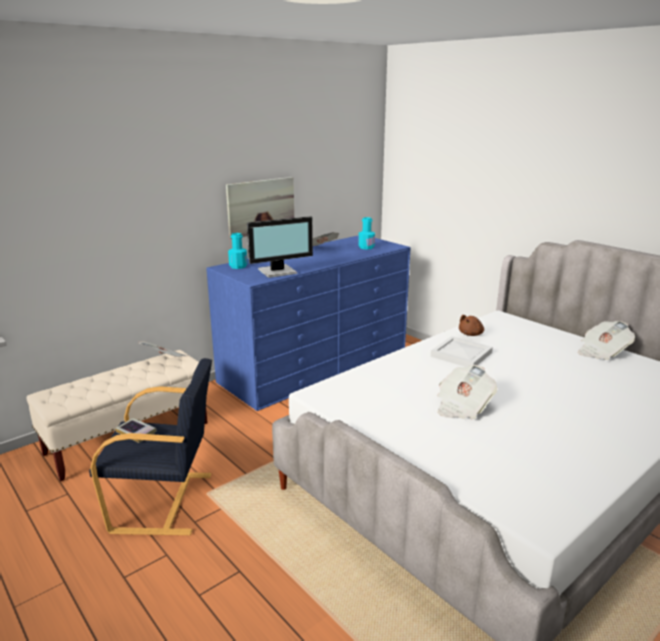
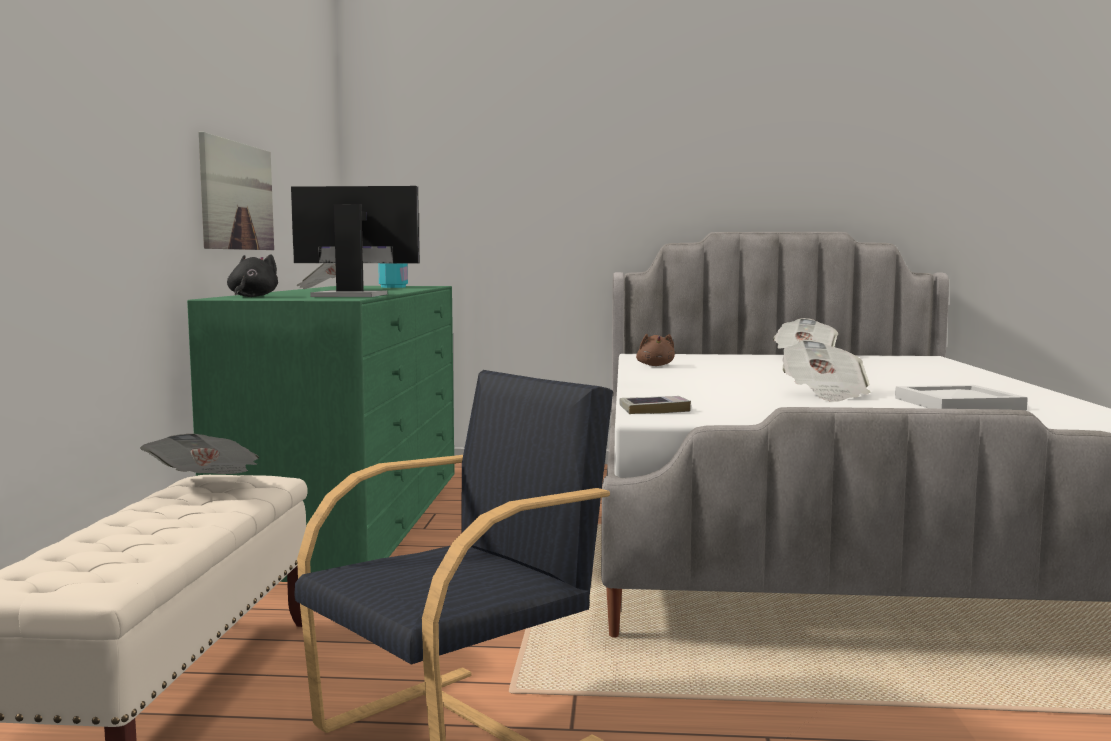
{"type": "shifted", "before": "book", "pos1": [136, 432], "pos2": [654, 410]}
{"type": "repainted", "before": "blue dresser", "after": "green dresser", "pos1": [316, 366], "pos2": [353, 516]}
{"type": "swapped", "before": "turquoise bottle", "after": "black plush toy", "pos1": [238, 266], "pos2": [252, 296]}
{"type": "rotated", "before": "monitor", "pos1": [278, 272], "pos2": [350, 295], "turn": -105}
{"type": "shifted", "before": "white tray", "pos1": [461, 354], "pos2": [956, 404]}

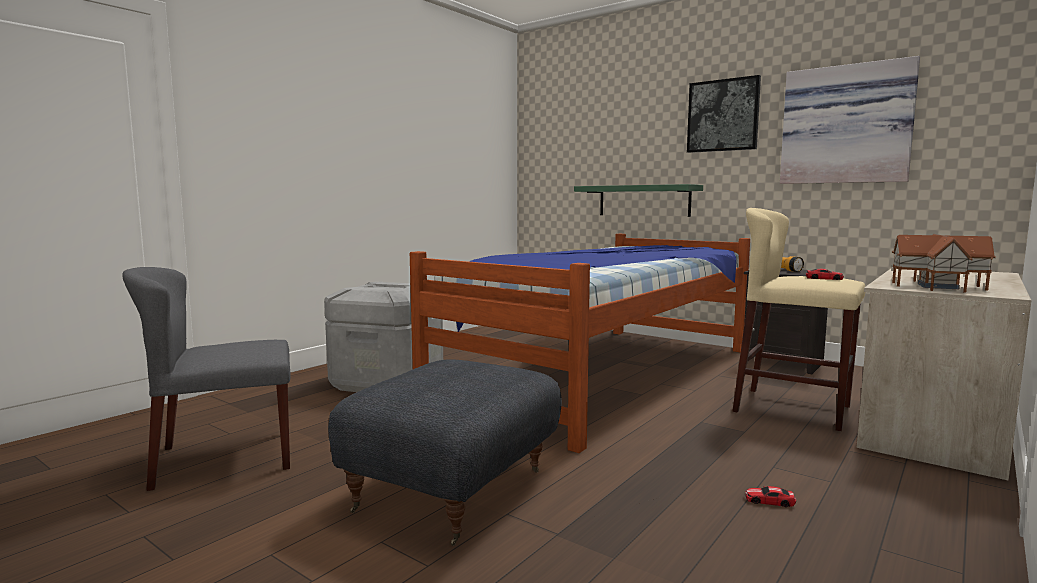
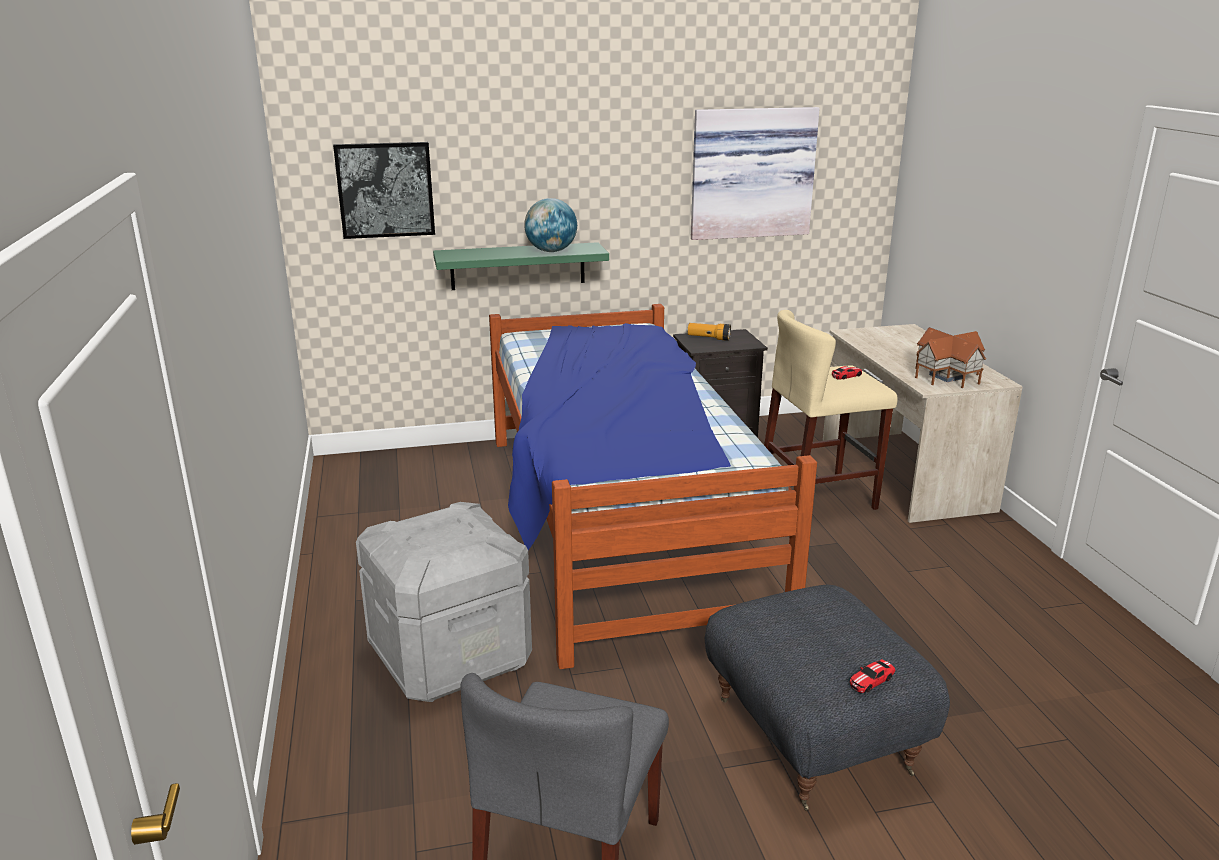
{"type": "shifted", "before": "picture", "pos1": [723, 115], "pos2": [385, 190]}
{"type": "shifted", "before": "toy car", "pos1": [770, 501], "pos2": [871, 680]}
{"type": "new", "after": "globe", "pos2": [551, 251]}

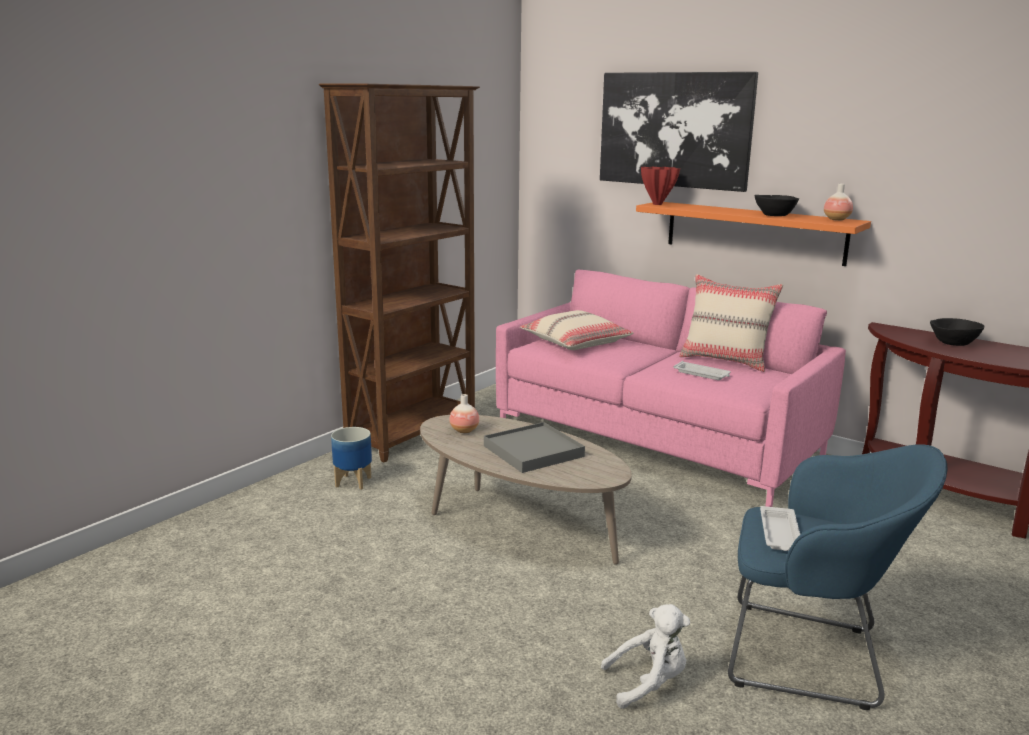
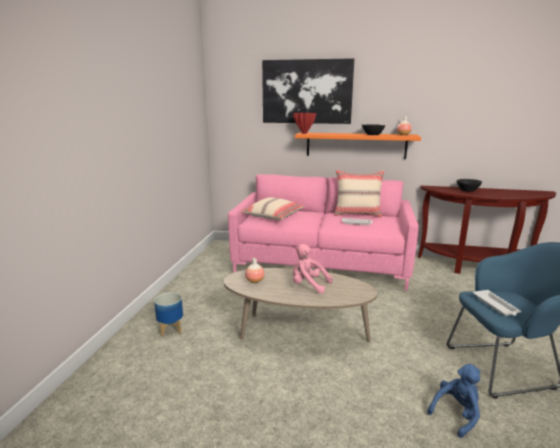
{"type": "gone", "before": "brown bookcase", "pos1": [414, 434]}
{"type": "swapped", "before": "grey tray", "after": "pink plush toy", "pos1": [533, 451], "pos2": [308, 285]}
{"type": "repainted", "before": "white plush toy", "after": "blue plush toy", "pos1": [648, 683], "pos2": [456, 414]}

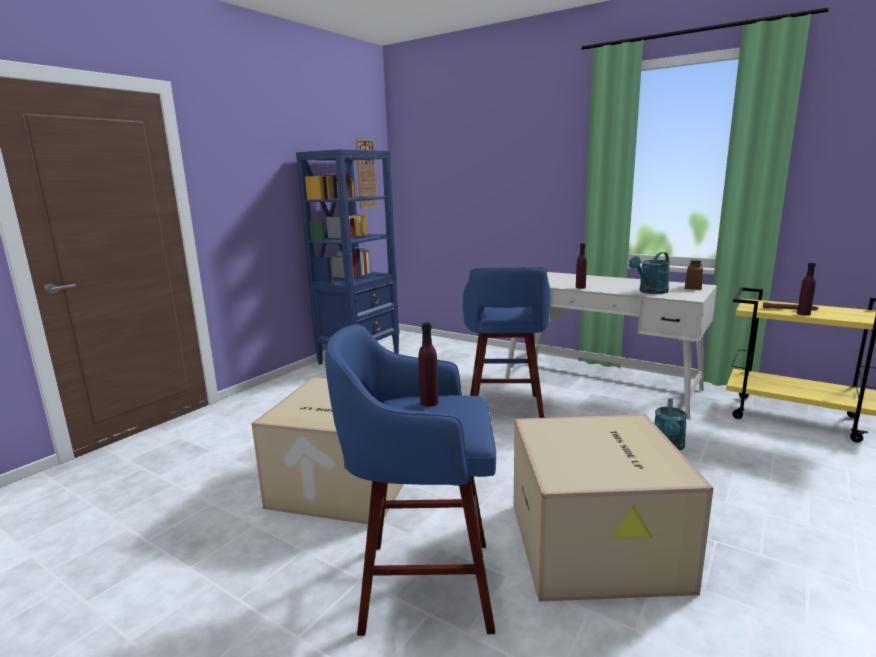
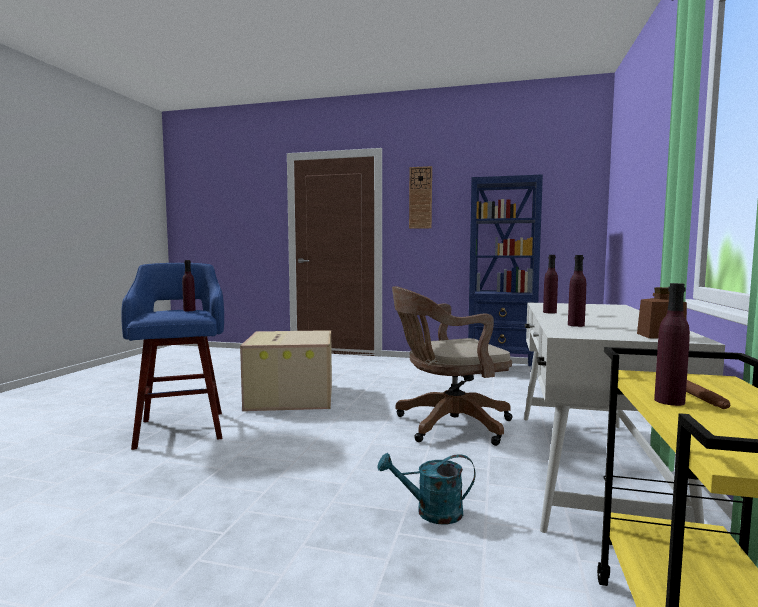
{"type": "shifted", "before": "wall clock", "pos1": [366, 174], "pos2": [420, 197]}
{"type": "swapped", "before": "blue stool", "after": "brown office chair", "pos1": [505, 411], "pos2": [448, 425]}
{"type": "gone", "before": "cardboard box", "pos1": [598, 546]}
{"type": "swapped", "before": "turquoise watering can", "after": "purple bottle", "pos1": [650, 292], "pos2": [576, 325]}

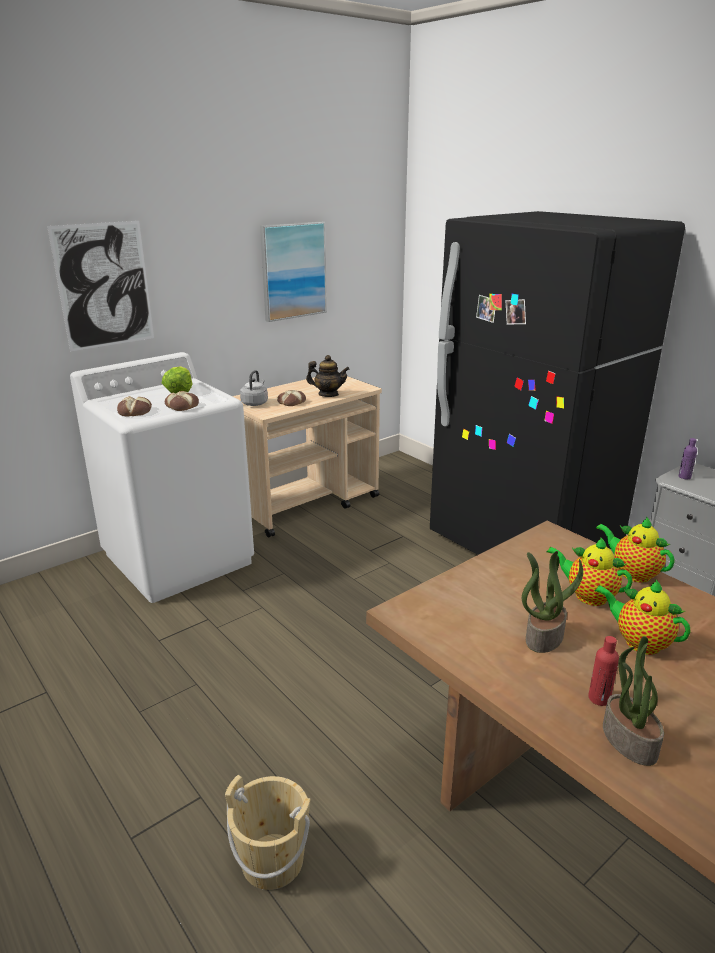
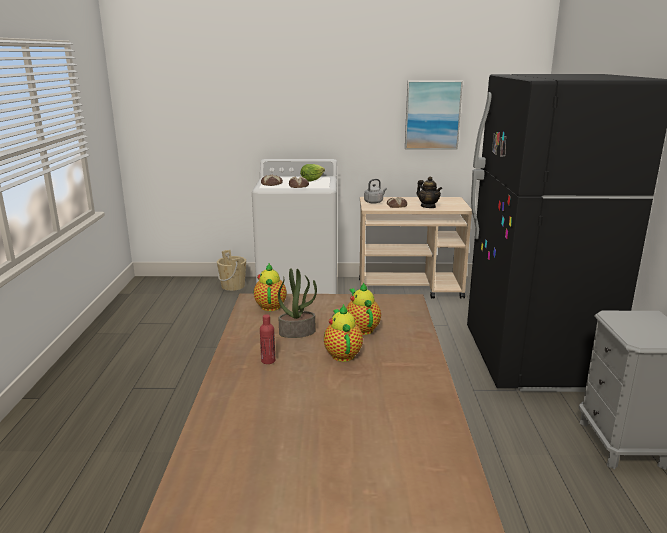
{"type": "gone", "before": "picture", "pos1": [104, 286]}
{"type": "shifted", "before": "beige bucket", "pos1": [272, 860], "pos2": [233, 286]}
{"type": "shifted", "before": "teapot", "pos1": [632, 573], "pos2": [270, 306]}
{"type": "gone", "before": "potted plant", "pos1": [627, 740]}
{"type": "gone", "before": "purple bottle", "pos1": [684, 477]}

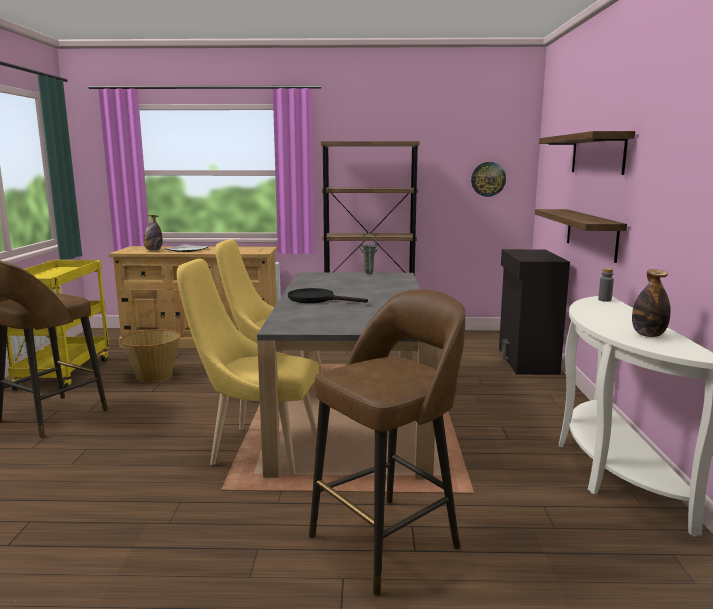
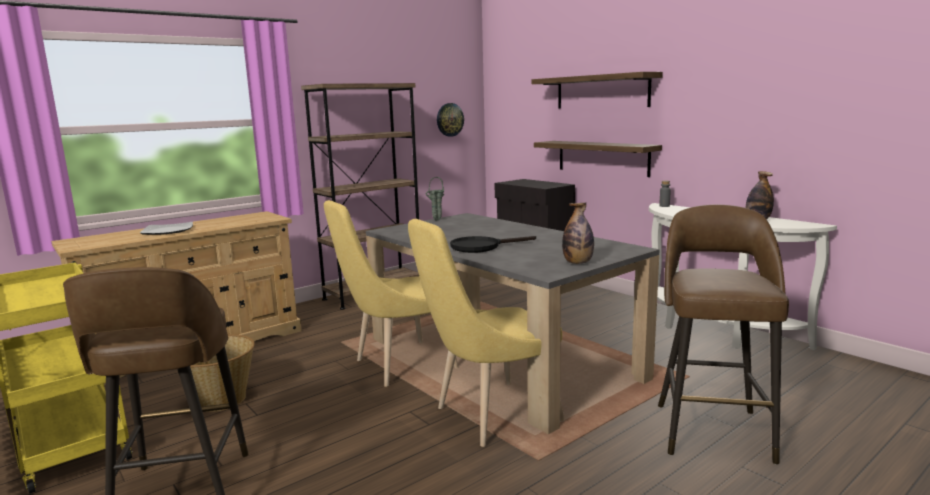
{"type": "shifted", "before": "bottle", "pos1": [153, 250], "pos2": [578, 263]}

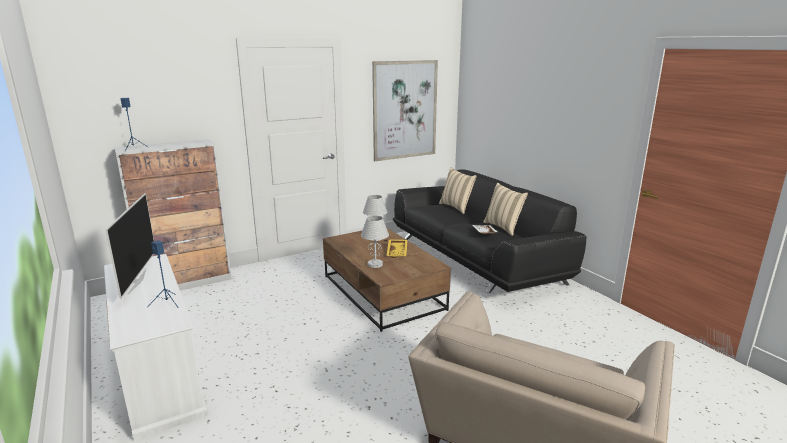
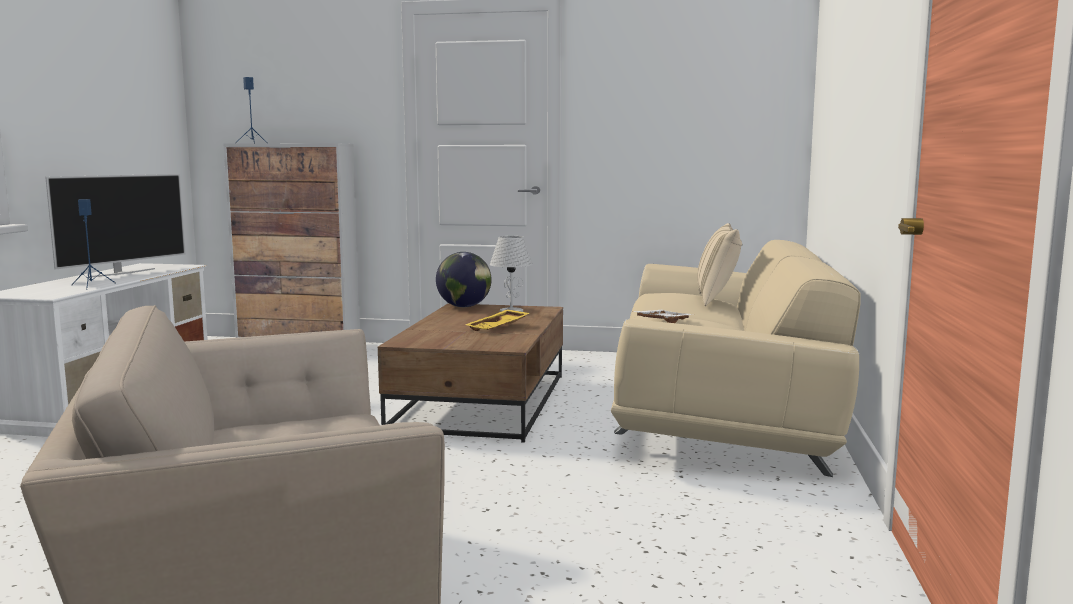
{"type": "gone", "before": "white table lamp", "pos1": [375, 264]}
{"type": "gone", "before": "picture", "pos1": [404, 110]}
{"type": "repainted", "before": "black sofa", "after": "beige sofa", "pos1": [477, 260], "pos2": [720, 407]}
{"type": "gone", "before": "beige pillow", "pos1": [503, 227]}
{"type": "new", "after": "globe", "pos2": [464, 306]}

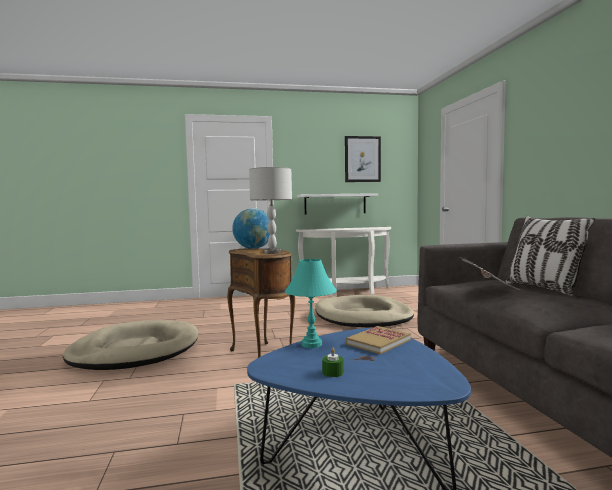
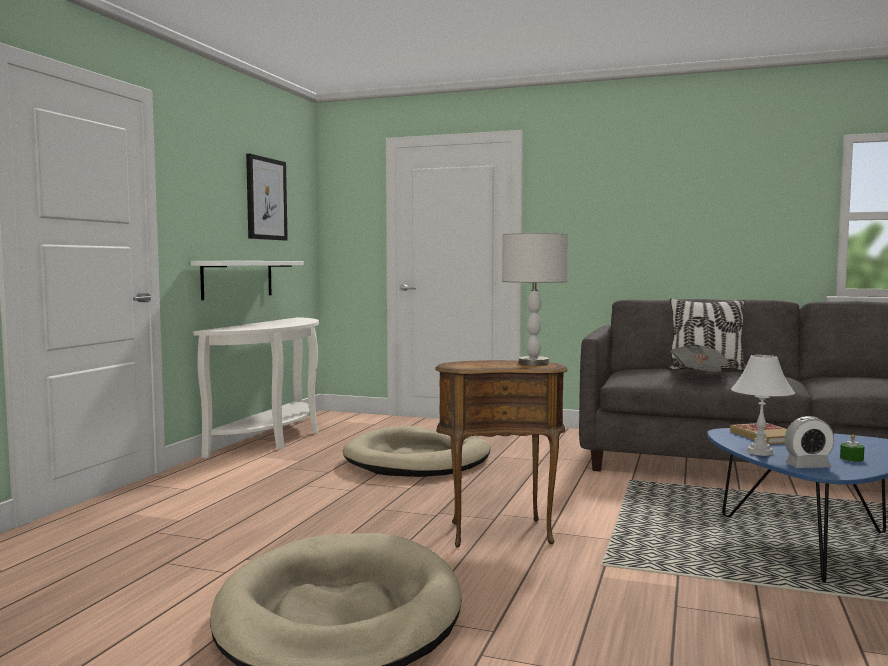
{"type": "gone", "before": "globe", "pos1": [253, 248]}
{"type": "repainted", "before": "turquoise table lamp", "after": "white table lamp", "pos1": [311, 344], "pos2": [760, 452]}
{"type": "new", "after": "alarm clock", "pos2": [807, 466]}

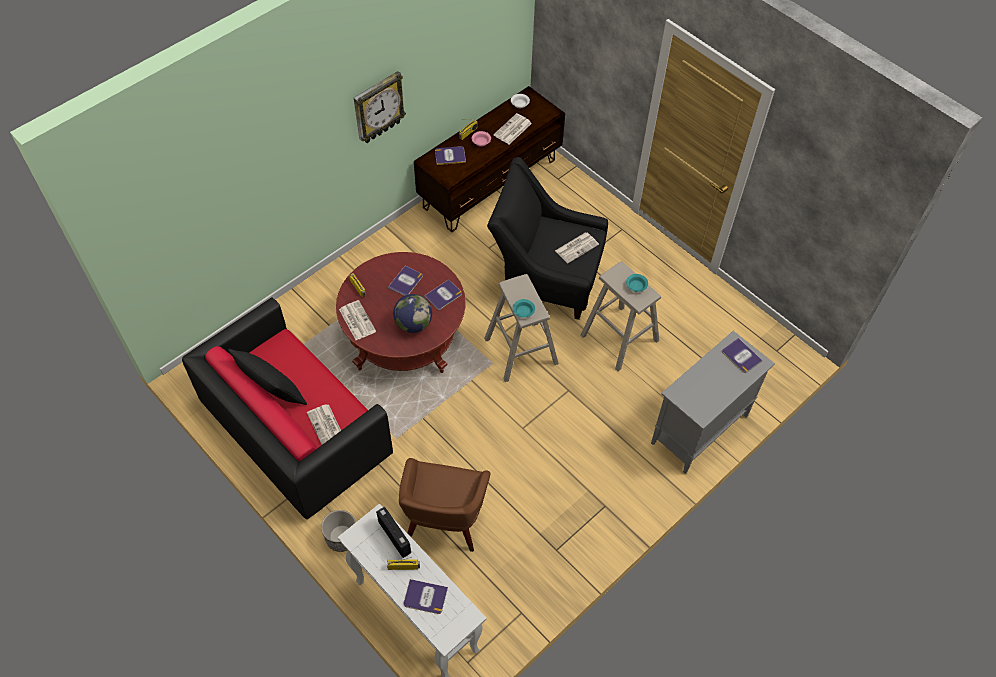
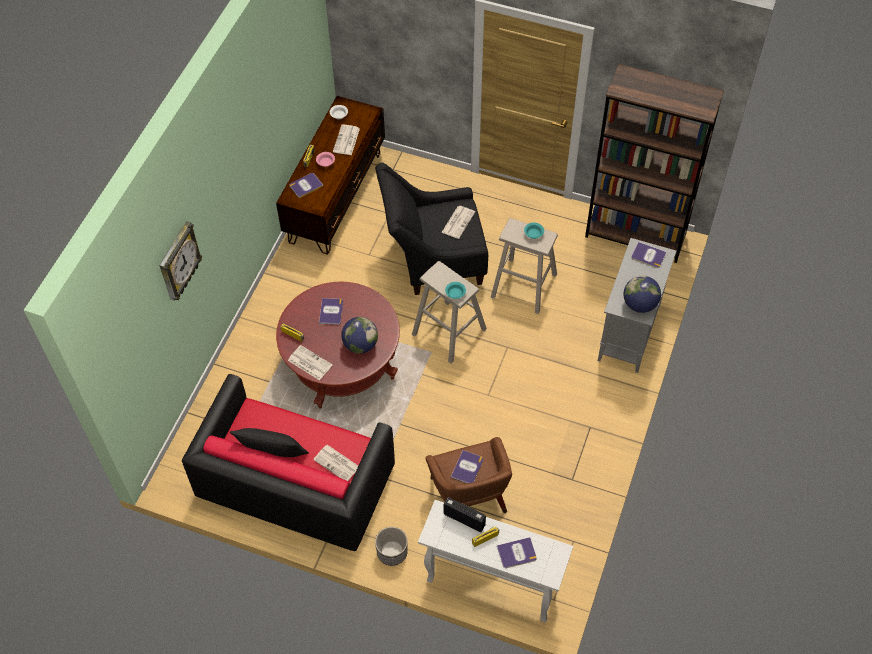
{"type": "shifted", "before": "wall clock", "pos1": [378, 107], "pos2": [178, 262]}
{"type": "shifted", "before": "book", "pos1": [443, 295], "pos2": [467, 468]}
{"type": "new", "after": "brown bookcase", "pos2": [636, 235]}
{"type": "new", "after": "globe", "pos2": [639, 304]}

